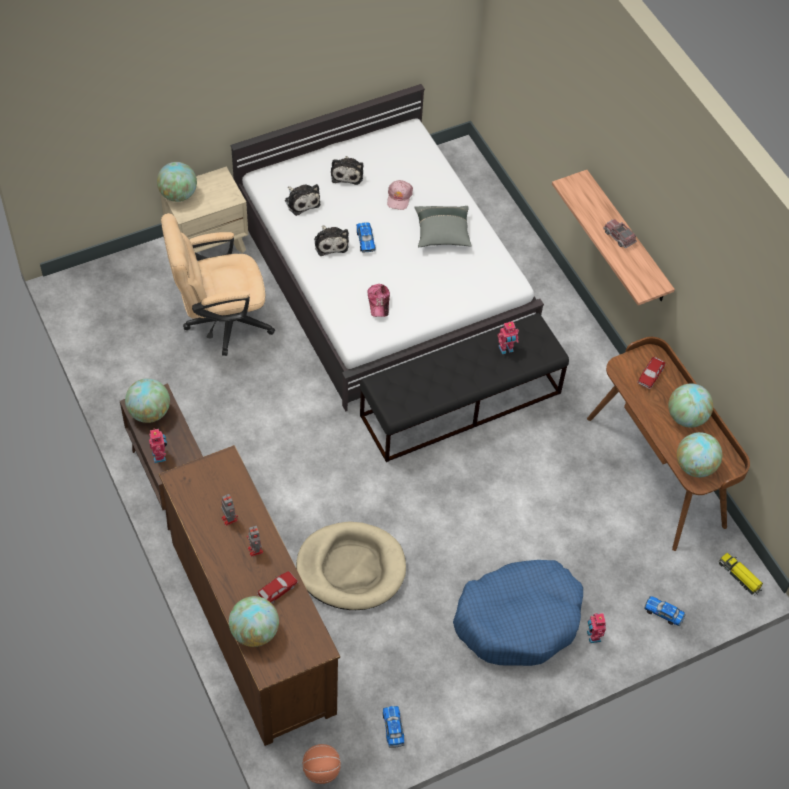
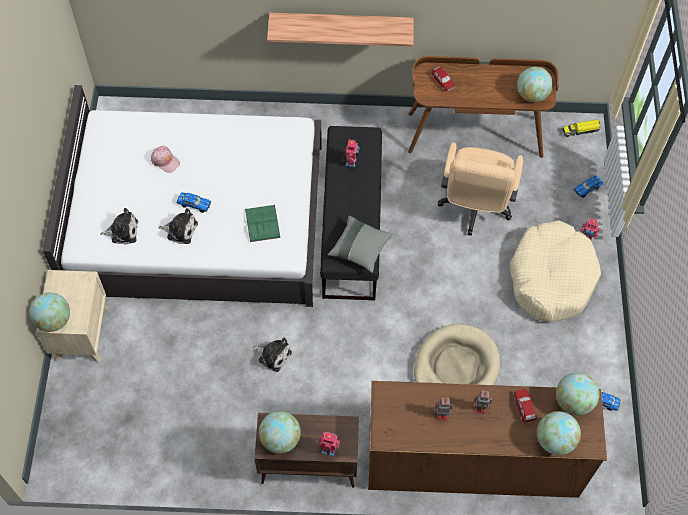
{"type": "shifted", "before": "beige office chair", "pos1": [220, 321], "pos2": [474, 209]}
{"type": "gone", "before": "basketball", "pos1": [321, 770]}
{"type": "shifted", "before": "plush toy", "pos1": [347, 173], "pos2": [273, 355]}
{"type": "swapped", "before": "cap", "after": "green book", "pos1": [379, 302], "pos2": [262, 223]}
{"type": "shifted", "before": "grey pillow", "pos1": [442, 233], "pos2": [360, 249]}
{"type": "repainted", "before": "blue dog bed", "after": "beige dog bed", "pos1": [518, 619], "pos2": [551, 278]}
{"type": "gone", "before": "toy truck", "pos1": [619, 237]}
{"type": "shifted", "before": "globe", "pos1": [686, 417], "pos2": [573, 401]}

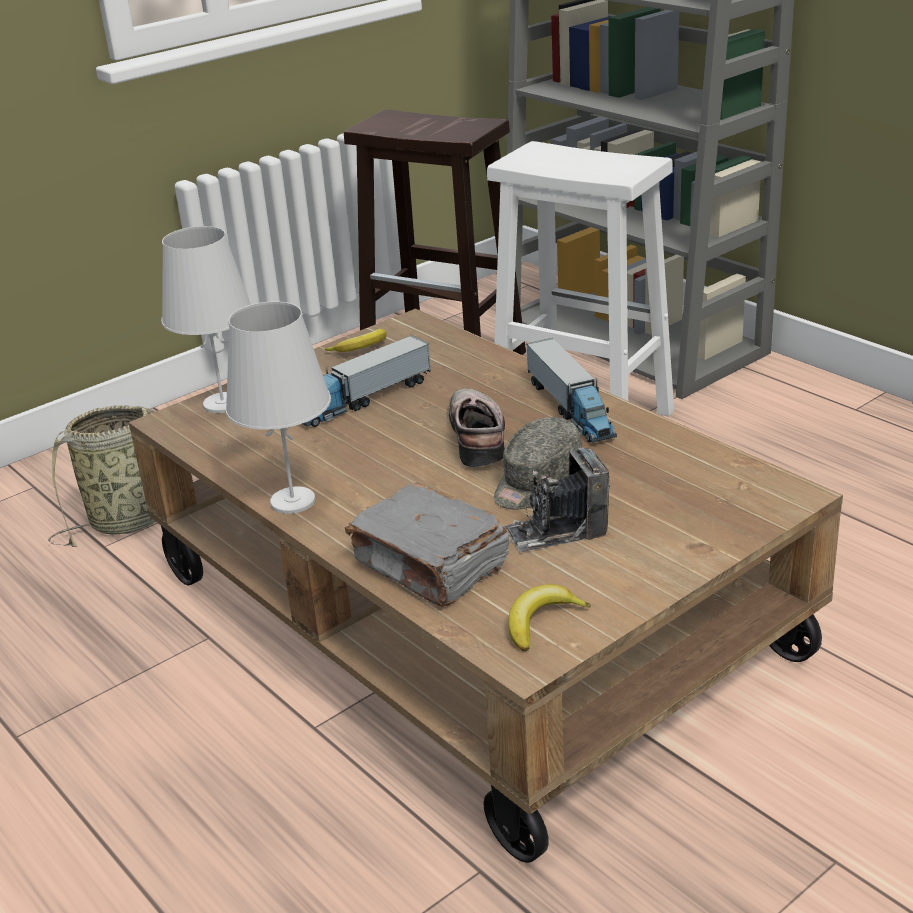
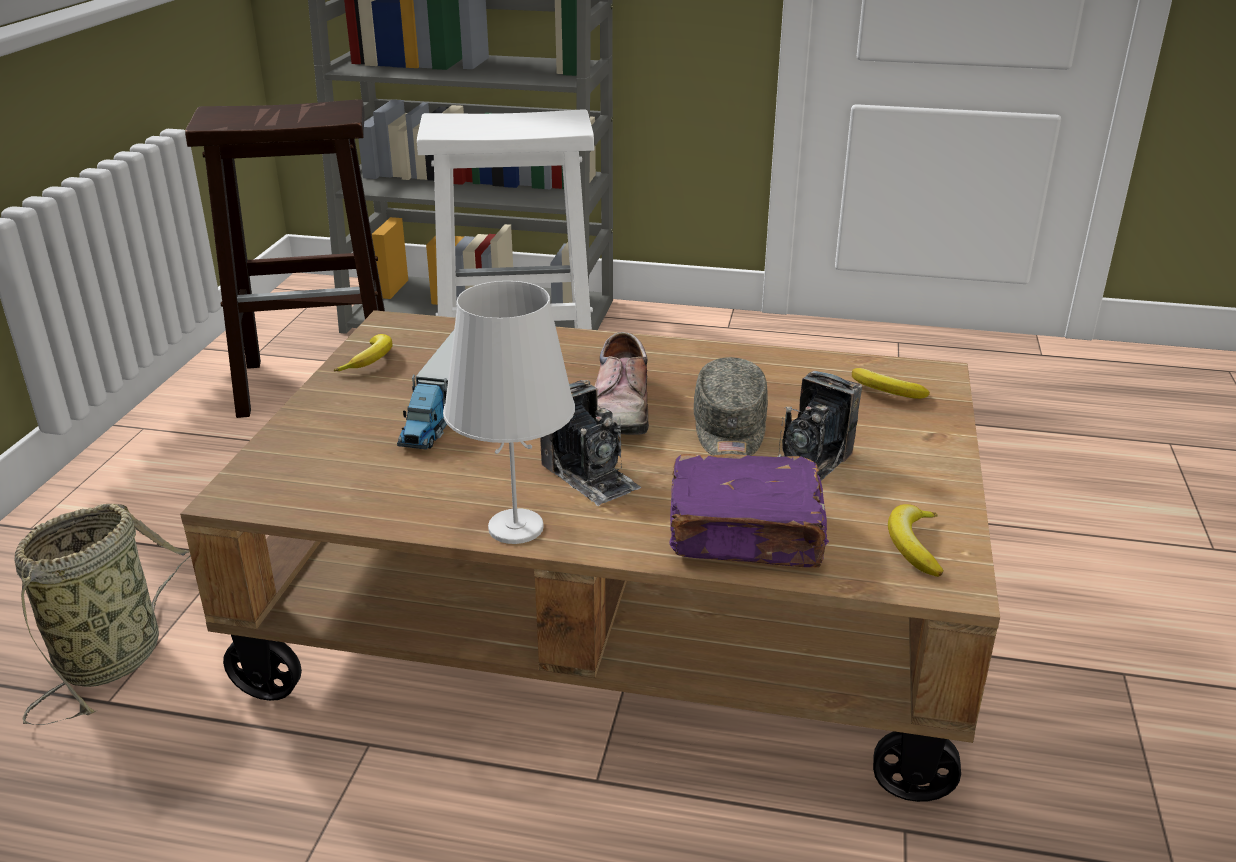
{"type": "gone", "before": "white table lamp", "pos1": [223, 404]}
{"type": "repainted", "before": "grey book", "after": "purple book", "pos1": [431, 566], "pos2": [747, 536]}
{"type": "rotated", "before": "shoe", "pos1": [481, 437], "pos2": [617, 406], "turn": -135}
{"type": "gone", "before": "toy truck", "pos1": [571, 408]}
{"type": "new", "after": "photo camera", "pos2": [590, 475]}
{"type": "new", "after": "banana", "pos2": [884, 391]}

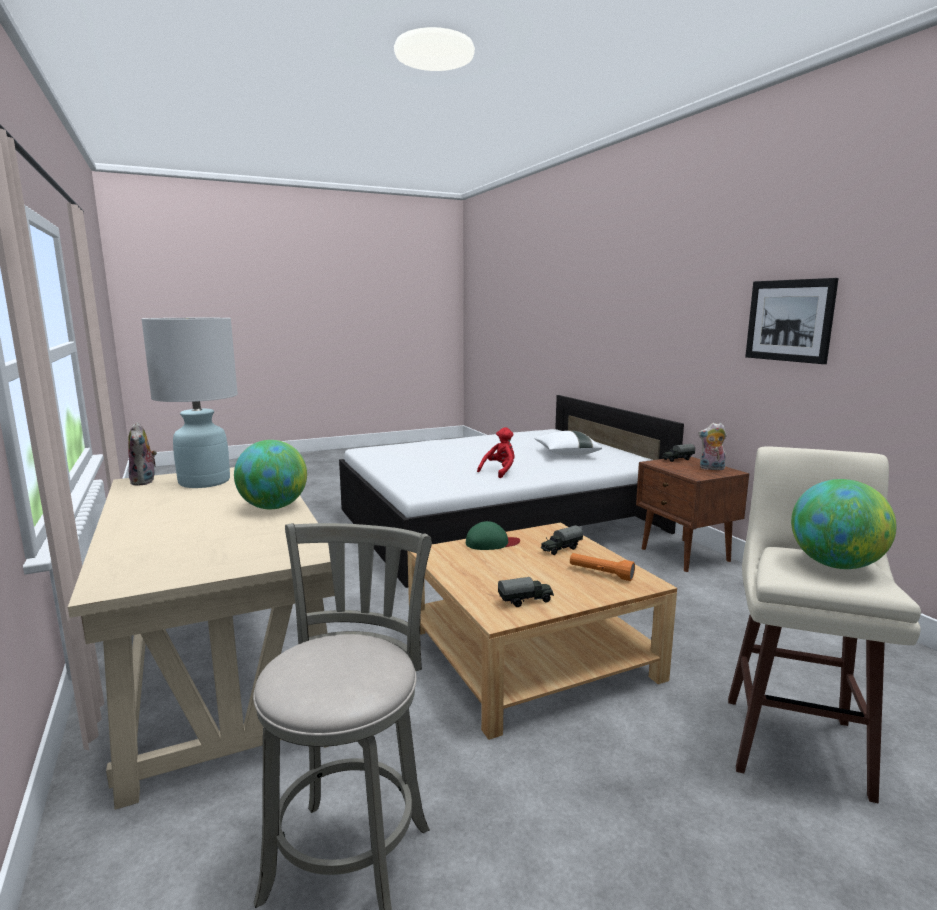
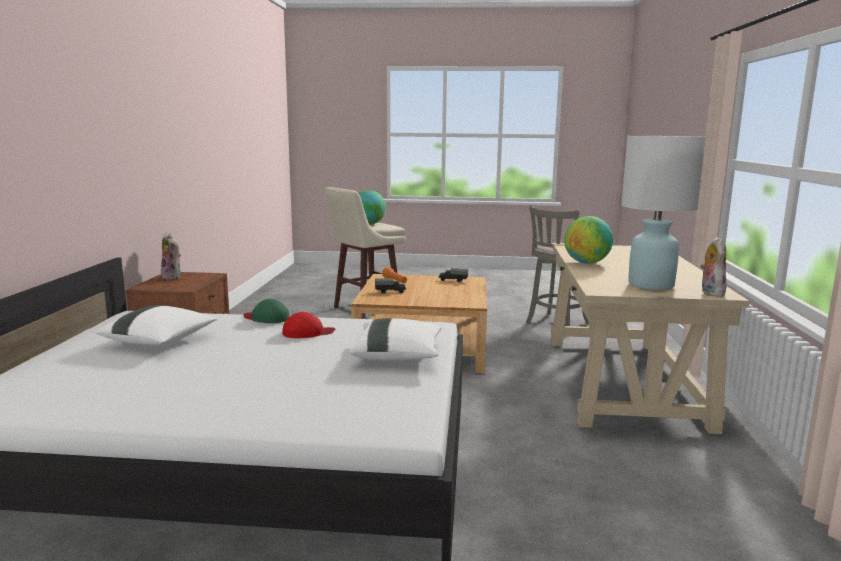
{"type": "shifted", "before": "green cap", "pos1": [491, 543], "pos2": [266, 318]}
{"type": "swapped", "before": "red plush toy", "after": "red cap", "pos1": [499, 471], "pos2": [307, 332]}
{"type": "gone", "before": "toy truck", "pos1": [677, 459]}
{"type": "gone", "before": "picture", "pos1": [789, 320]}
{"type": "new", "after": "white pillow", "pos2": [398, 356]}

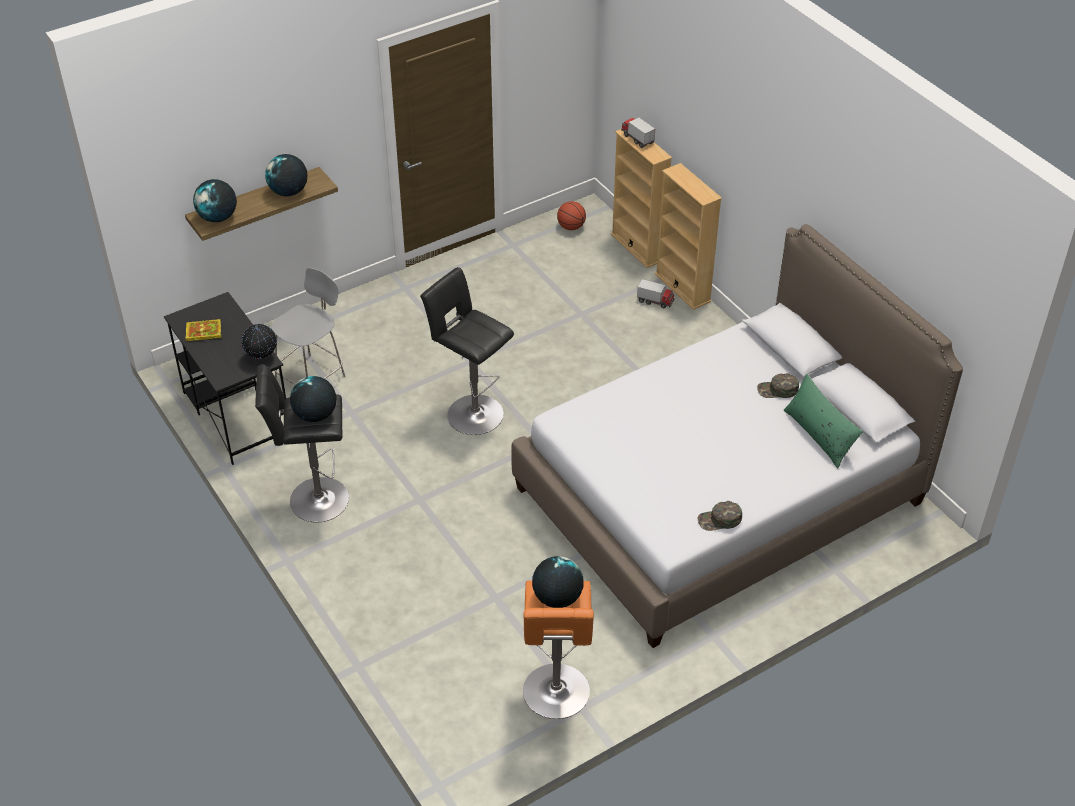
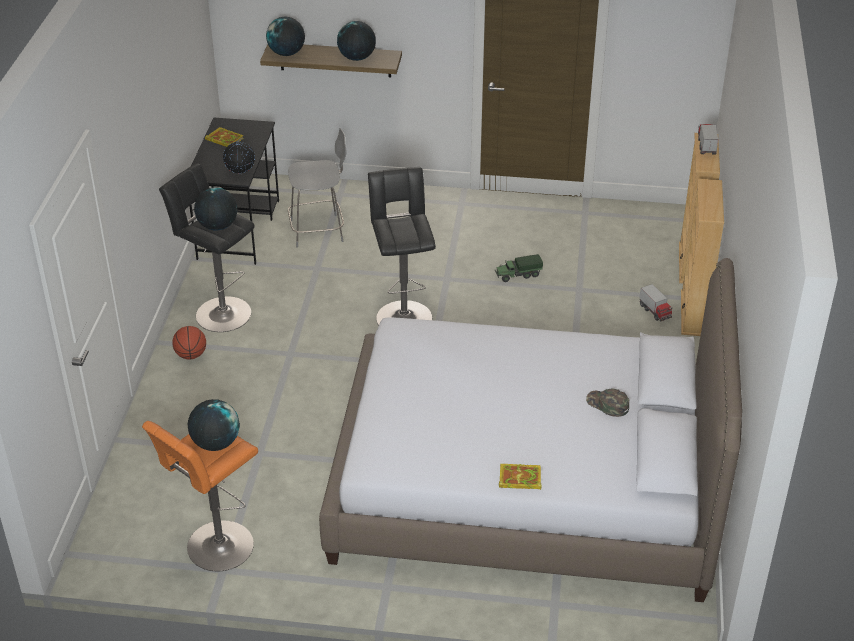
{"type": "shifted", "before": "basketball", "pos1": [571, 227], "pos2": [191, 355]}
{"type": "gone", "before": "green cap", "pos1": [719, 520]}
{"type": "gone", "before": "green pillow", "pos1": [819, 435]}
{"type": "new", "after": "toy truck", "pos2": [518, 275]}
{"type": "new", "after": "book", "pos2": [518, 479]}

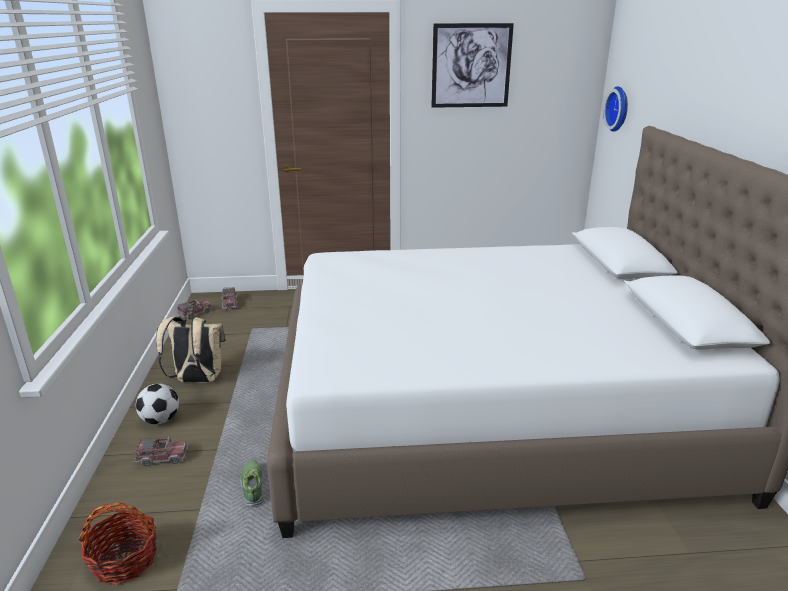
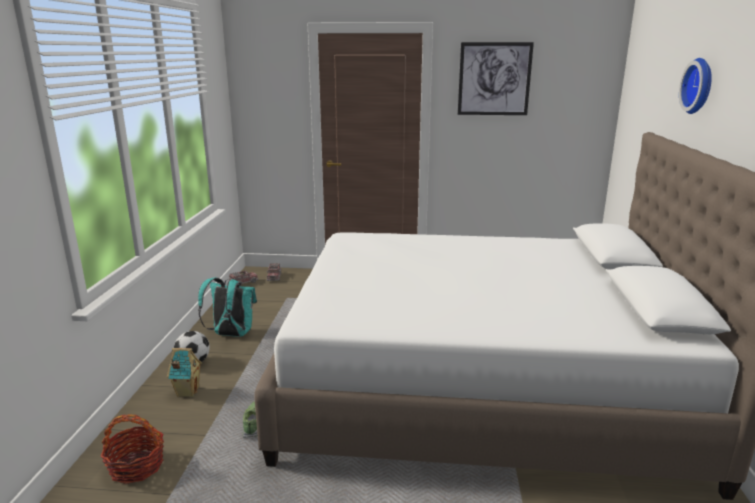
{"type": "swapped", "before": "toy truck", "after": "toy house", "pos1": [162, 458], "pos2": [187, 392]}
{"type": "repainted", "before": "beige backpack", "after": "turquoise backpack", "pos1": [197, 380], "pos2": [231, 334]}
{"type": "shifted", "before": "wall clock", "pos1": [619, 109], "pos2": [700, 86]}

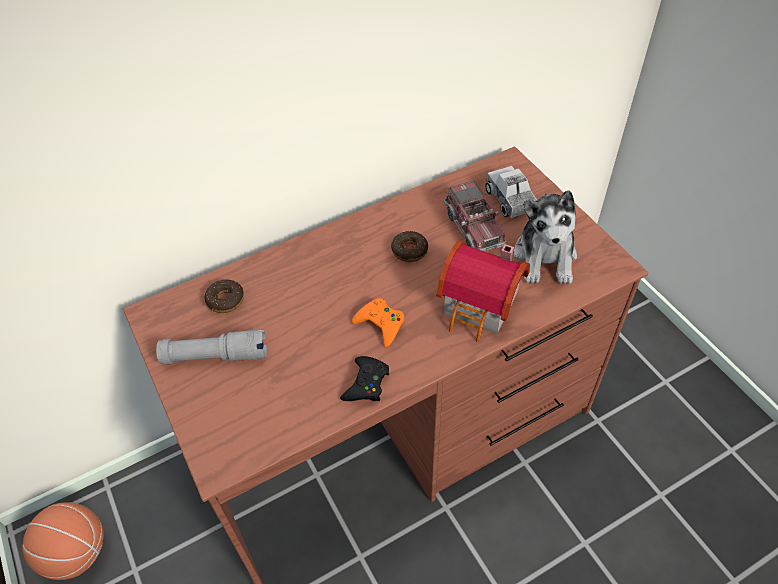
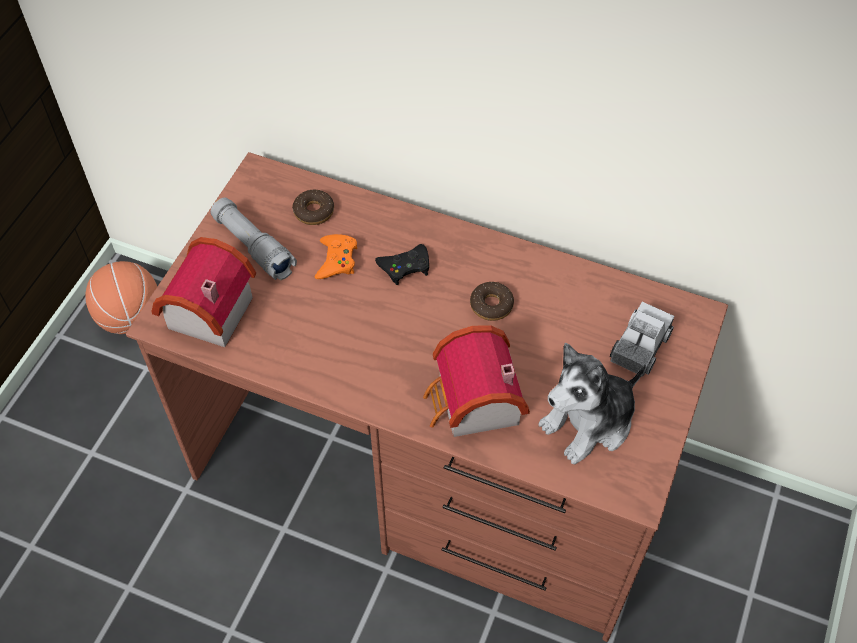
{"type": "shifted", "before": "black game controller", "pos1": [366, 383], "pos2": [405, 267]}
{"type": "shifted", "before": "orange game controller", "pos1": [380, 324], "pos2": [336, 260]}
{"type": "gone", "before": "toy truck", "pos1": [473, 227]}
{"type": "new", "after": "toy house", "pos2": [204, 313]}

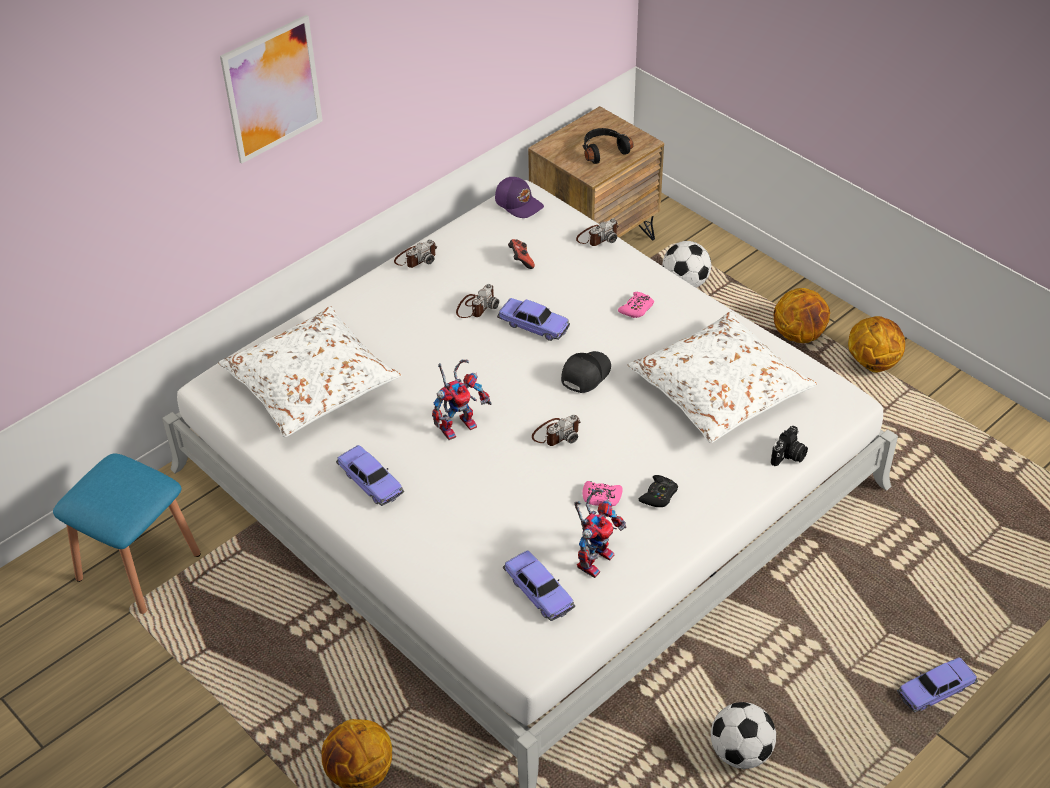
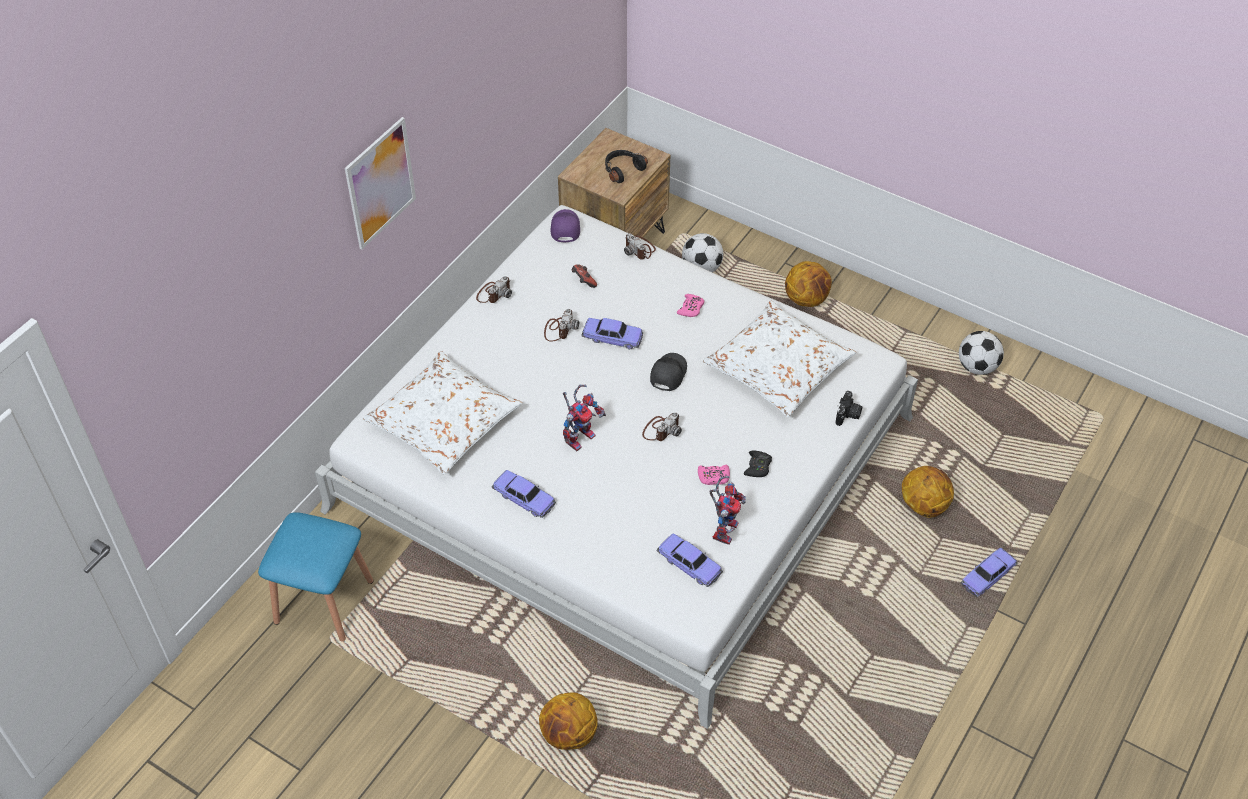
{"type": "rotated", "before": "purple cap", "pos1": [519, 203], "pos2": [564, 229], "turn": -120}
{"type": "rotated", "before": "photo camera", "pos1": [597, 237], "pos2": [639, 249], "turn": 105}
{"type": "shifted", "before": "football", "pos1": [740, 752], "pos2": [977, 367]}
{"type": "shifted", "before": "basketball", "pos1": [872, 363], "pos2": [923, 505]}

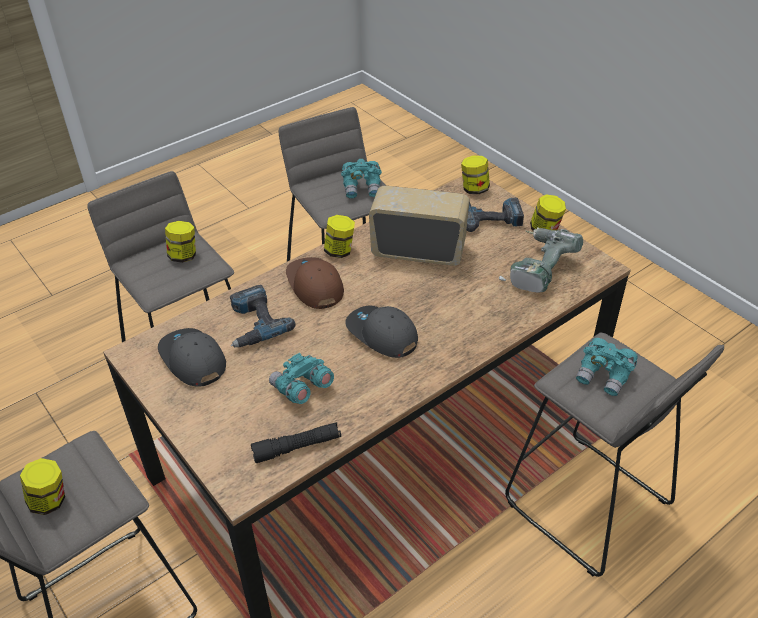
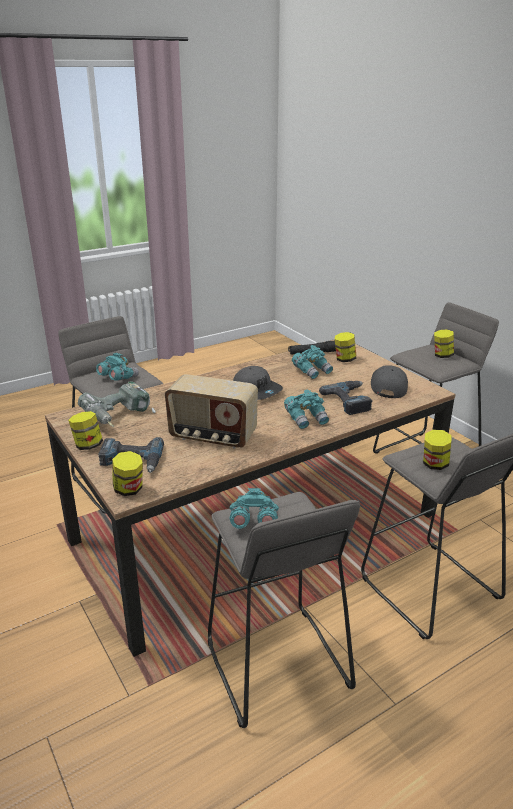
{"type": "rotated", "before": "grey cap", "pos1": [192, 360], "pos2": [388, 386], "turn": -135}
{"type": "swapped", "before": "brown cap", "after": "turquoise binoculars", "pos1": [314, 286], "pos2": [306, 419]}
{"type": "shifted", "before": "jar", "pos1": [340, 251], "pos2": [344, 359]}

